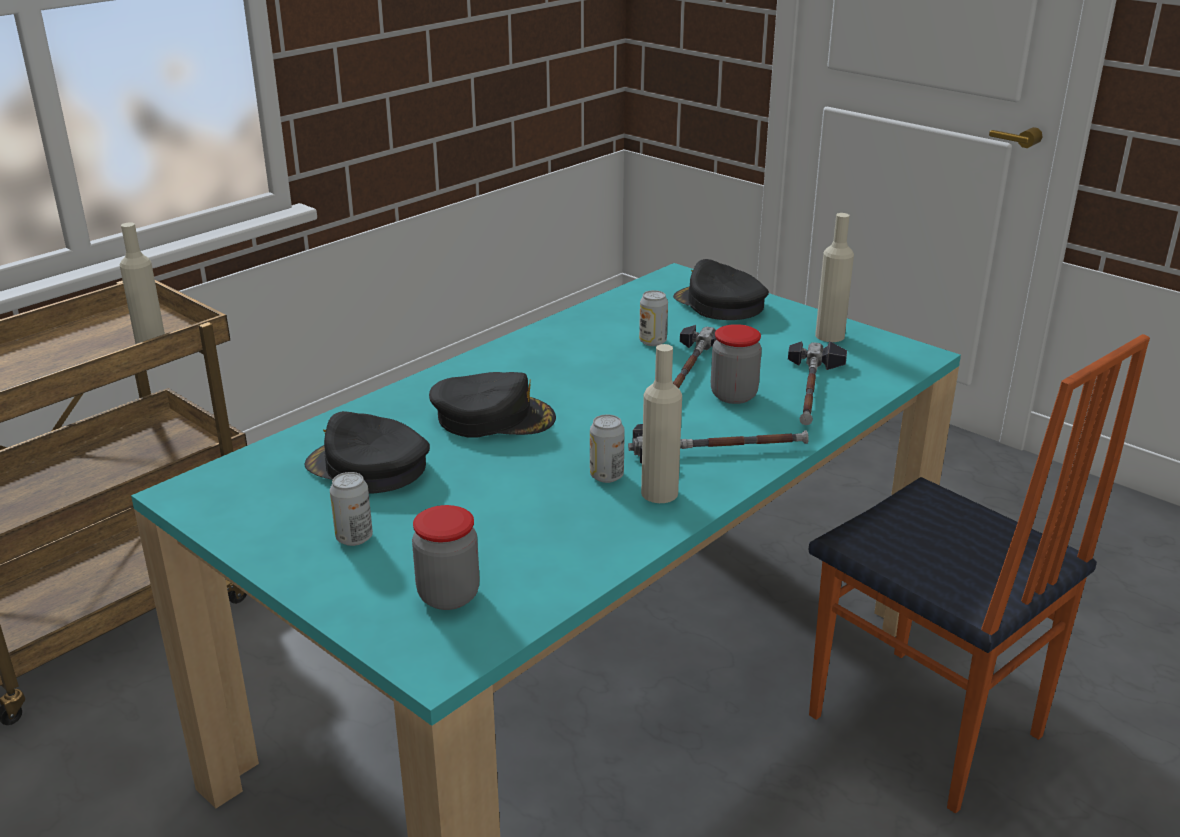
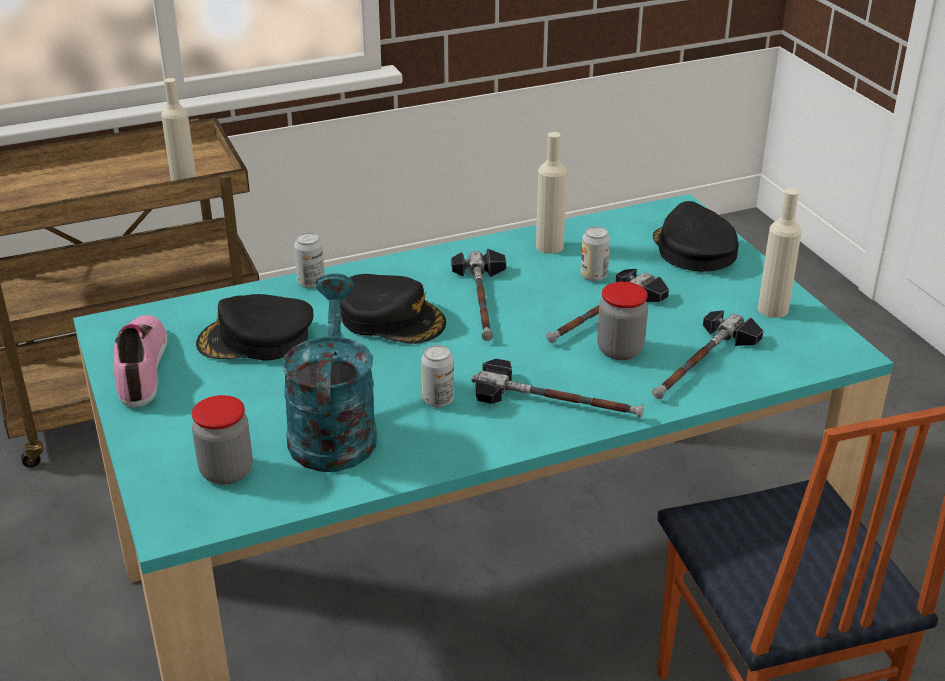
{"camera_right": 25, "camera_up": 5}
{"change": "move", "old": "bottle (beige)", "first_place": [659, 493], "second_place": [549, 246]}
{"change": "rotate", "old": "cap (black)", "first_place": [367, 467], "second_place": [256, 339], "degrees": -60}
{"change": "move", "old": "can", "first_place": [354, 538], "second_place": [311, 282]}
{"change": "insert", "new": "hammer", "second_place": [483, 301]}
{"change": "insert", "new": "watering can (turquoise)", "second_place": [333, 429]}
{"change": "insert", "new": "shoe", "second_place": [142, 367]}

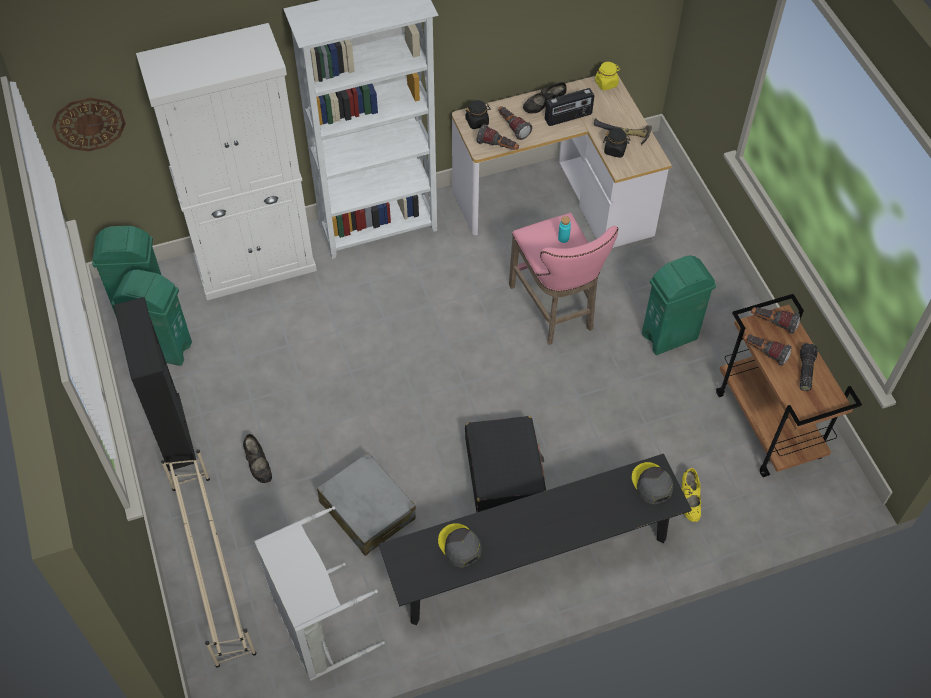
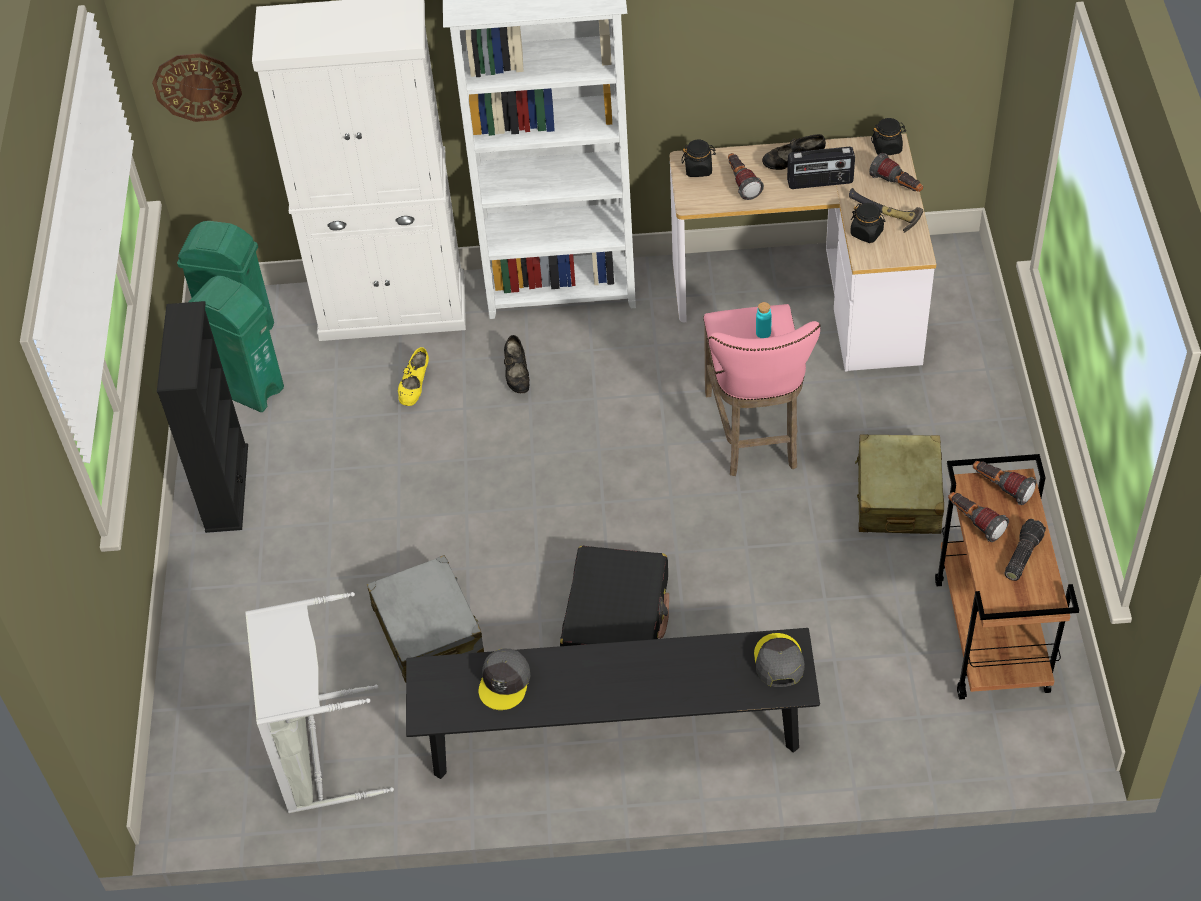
{"camera_right": 20, "camera_up": -5}
{"change": "recolor", "old": "jar (yellow)", "new": "jar (black)", "first_place": [606, 83], "second_place": [887, 147]}
{"change": "move", "old": "flashlight", "first_place": [498, 147], "second_place": [897, 185]}
{"change": "replace", "old": "trash can (green)", "new": "suitcase (beige)", "first_place": [670, 336], "second_place": [898, 497]}
{"change": "move", "old": "shoe (black)", "first_place": [258, 465], "second_place": [517, 376]}
{"change": "delete", "old": "shoe rack (beige)", "first_place": [213, 567]}
{"change": "move", "old": "shoe (yellow)", "first_place": [689, 501], "second_place": [415, 387]}
{"change": "rotate", "old": "cap (grey)", "first_place": [459, 546], "second_place": [505, 682], "degrees": -150}

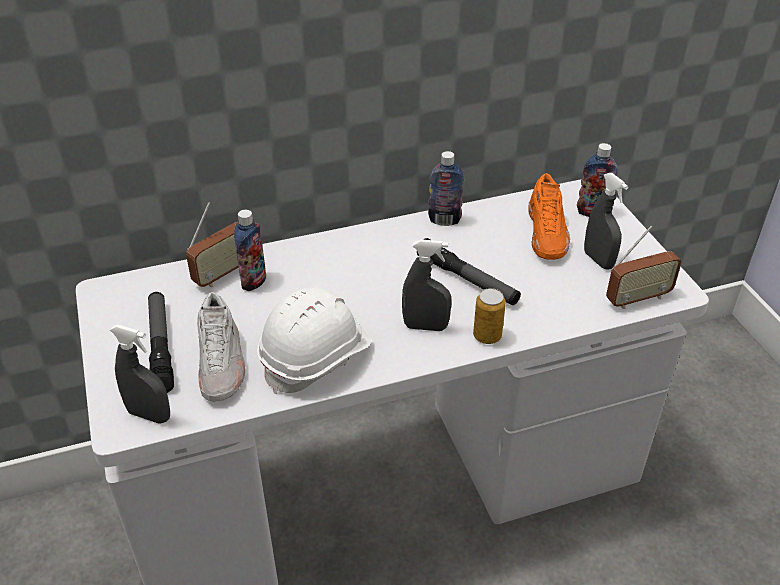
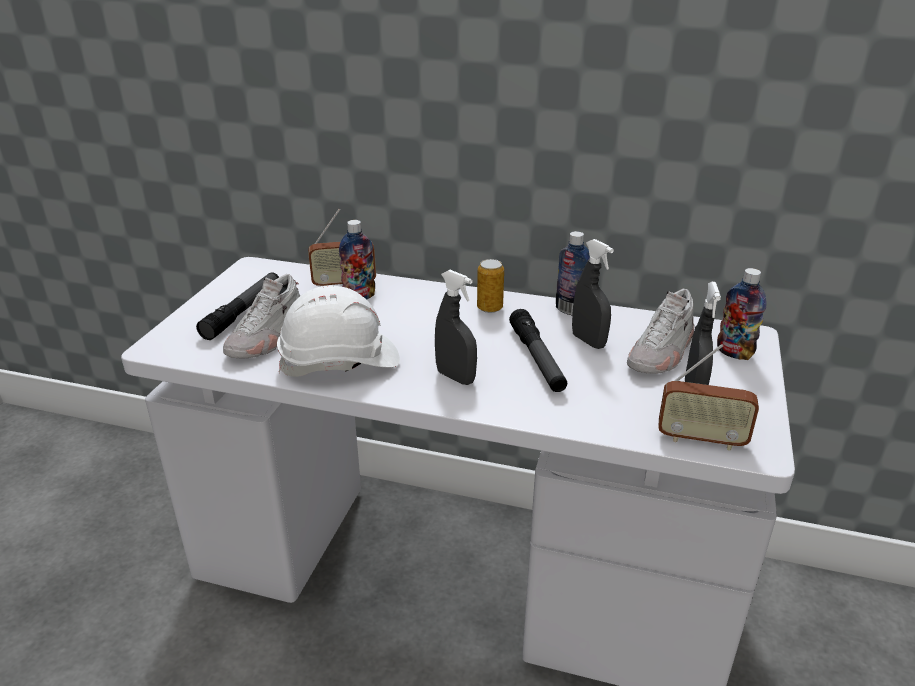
{"camera_right": 35, "camera_up": -10}
{"change": "recolor", "old": "shoe (orange)", "new": "shoe (white)", "first_place": [547, 234], "second_place": [661, 353]}
{"change": "move", "old": "can", "first_place": [487, 336], "second_place": [489, 308]}
{"change": "move", "old": "spray bottle (grey)", "first_place": [149, 415], "second_place": [588, 341]}

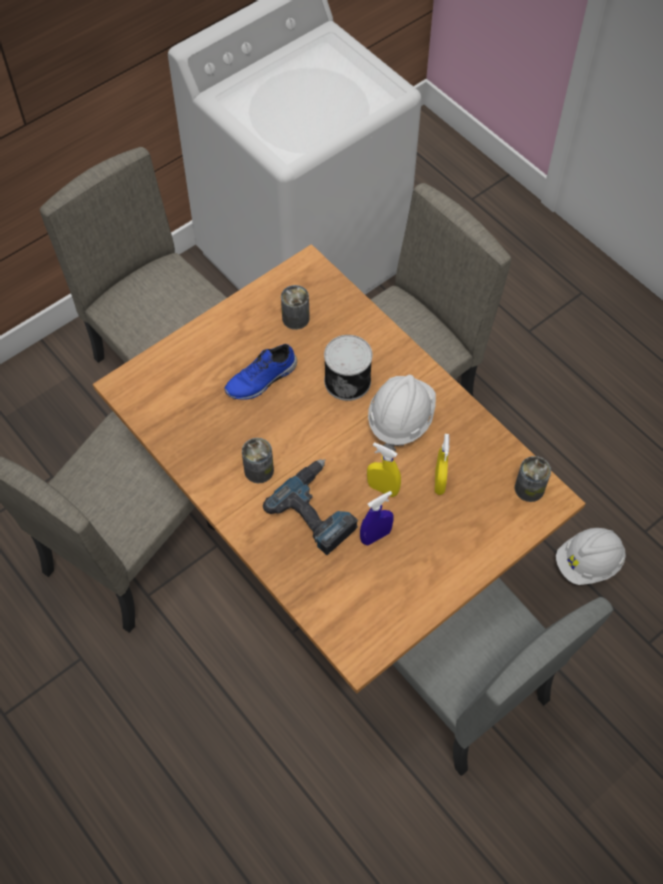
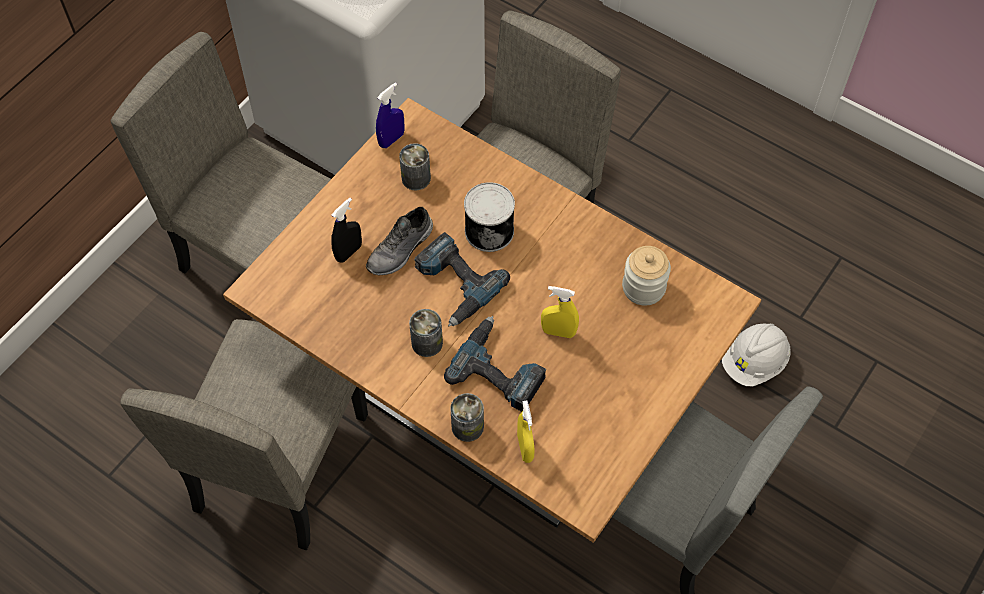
{"camera_right": -15, "camera_up": 0}
{"change": "recolor", "old": "shoe (blue)", "new": "shoe (grey)", "first_place": [262, 380], "second_place": [401, 250]}
{"change": "delete", "old": "hard hat (white)", "first_place": [400, 419]}
{"change": "move", "old": "spray bottle (yellow)", "first_place": [439, 482], "second_place": [525, 448]}
{"change": "move", "old": "can", "first_place": [529, 488], "second_place": [467, 426]}
{"change": "move", "old": "spray bottle (blue)", "first_place": [375, 536], "second_place": [391, 139]}
{"change": "insert", "new": "spray bottle (black)", "second_place": [348, 252]}
{"change": "insert", "new": "power drill", "second_place": [454, 284]}
{"change": "insert", "new": "jar", "second_place": [643, 287]}

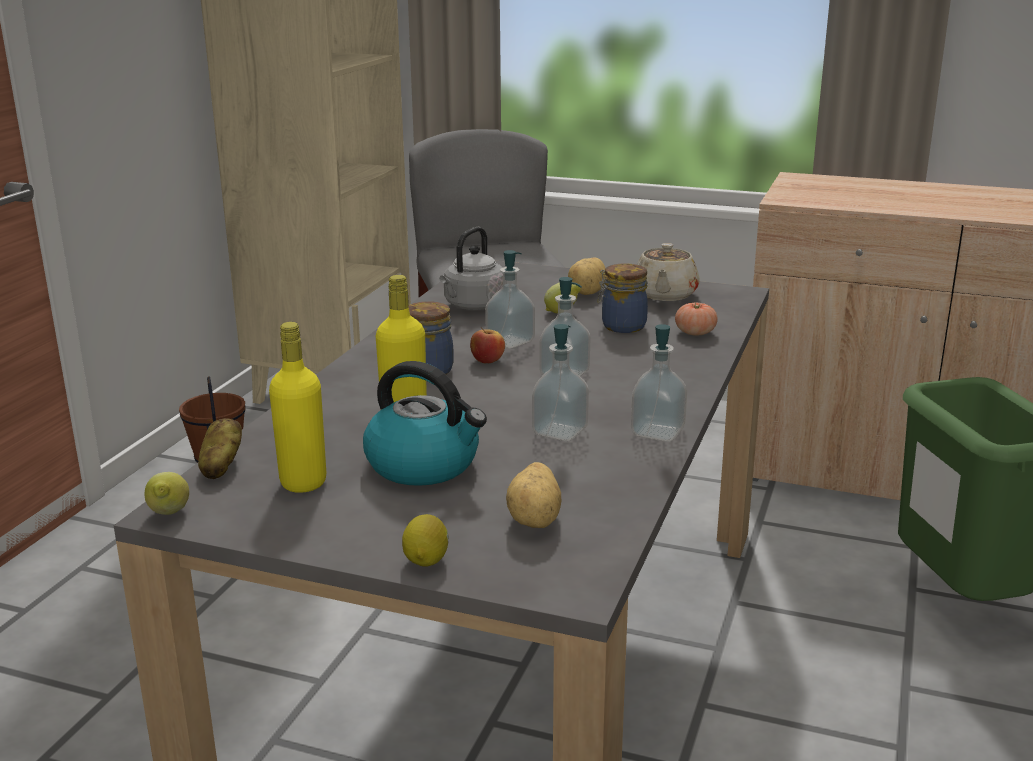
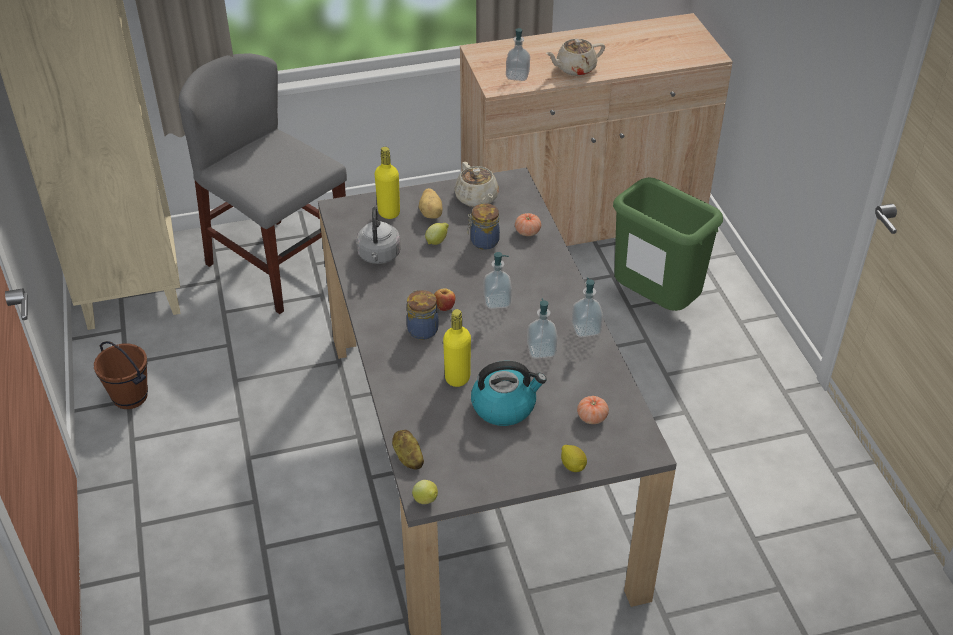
{"camera_right": -35, "camera_up": 20}
{"change": "move", "old": "soap dispenser", "first_place": [510, 342], "second_place": [517, 76]}
{"change": "move", "old": "bottle (yellow)", "first_place": [303, 482], "second_place": [389, 213]}
{"change": "replace", "old": "potato", "new": "tomato", "first_place": [536, 519], "second_place": [592, 417]}
{"change": "insert", "new": "teapot (beige)", "second_place": [575, 69]}

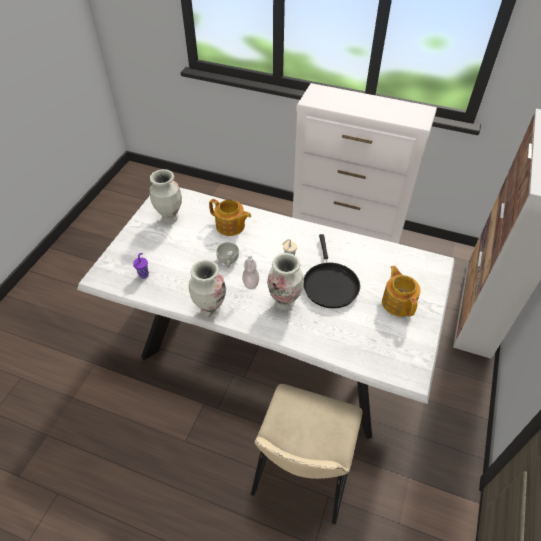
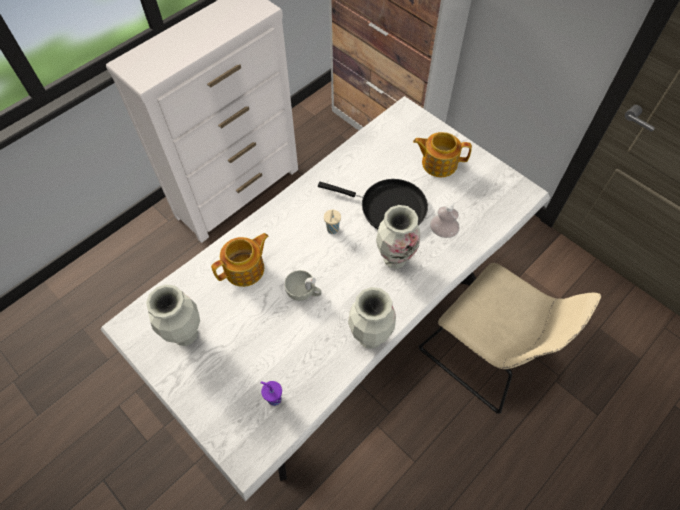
{"camera_right": -65, "camera_up": 10}
{"change": "move", "old": "soap dispenser", "first_place": [251, 283], "second_place": [442, 232]}

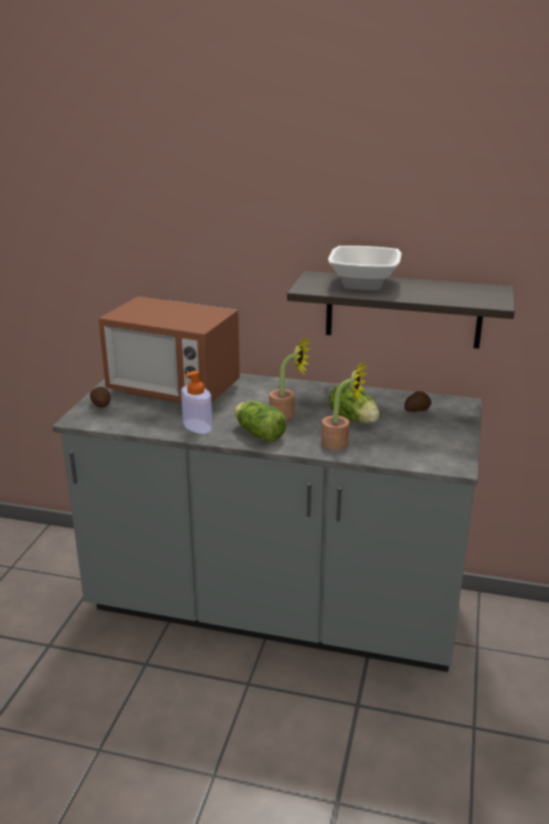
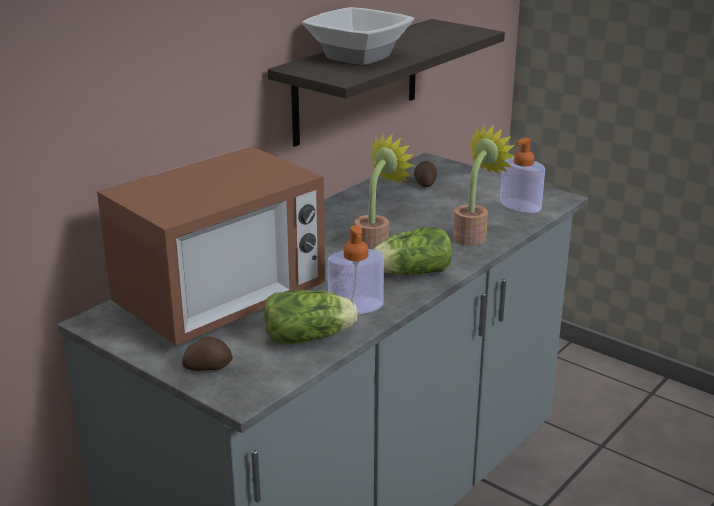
{"camera_right": -65, "camera_up": 0}
{"change": "move", "old": "lettuce", "first_place": [354, 419], "second_place": [311, 337]}
{"change": "insert", "new": "soap dispenser", "second_place": [520, 206]}

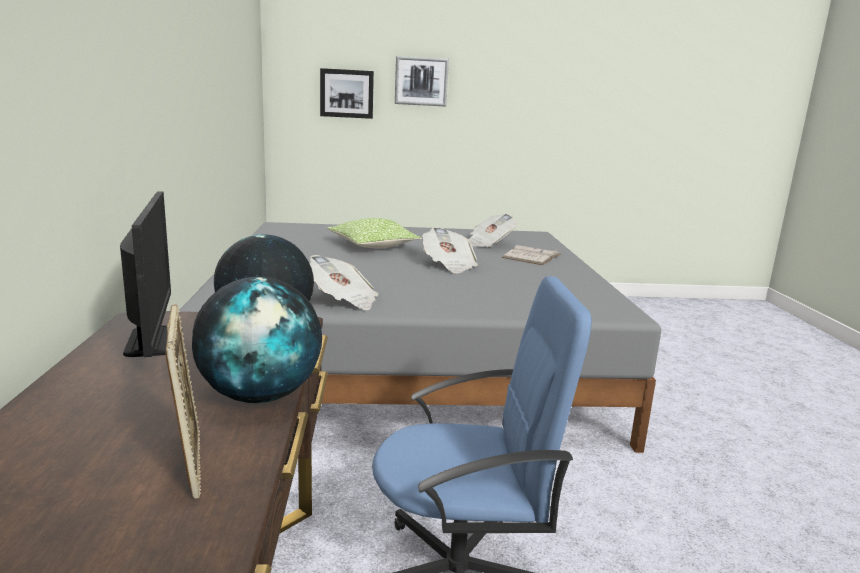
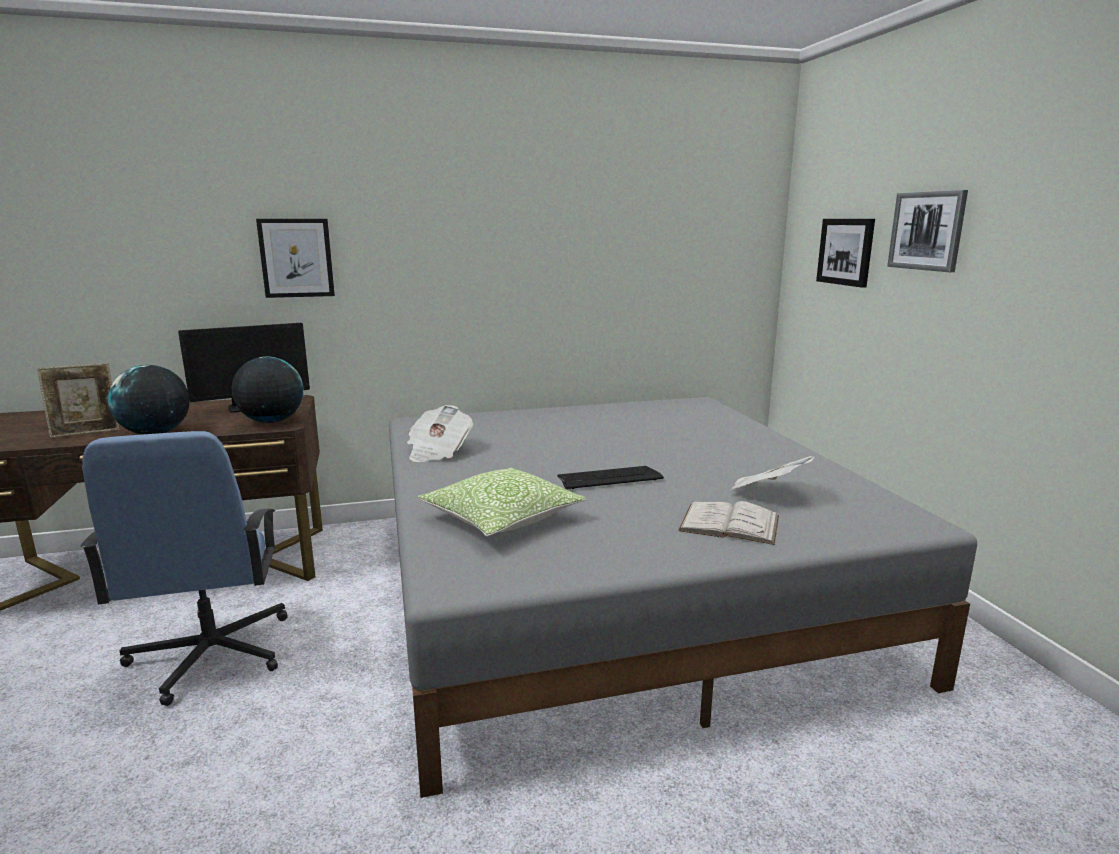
{"camera_right": 80, "camera_up": 0}
{"change": "move", "old": "pillow", "first_place": [373, 246], "second_place": [501, 518]}
{"change": "replace", "old": "newspaper", "new": "keyboard", "first_place": [449, 265], "second_place": [609, 478]}
{"change": "insert", "new": "picture", "second_place": [296, 258]}

